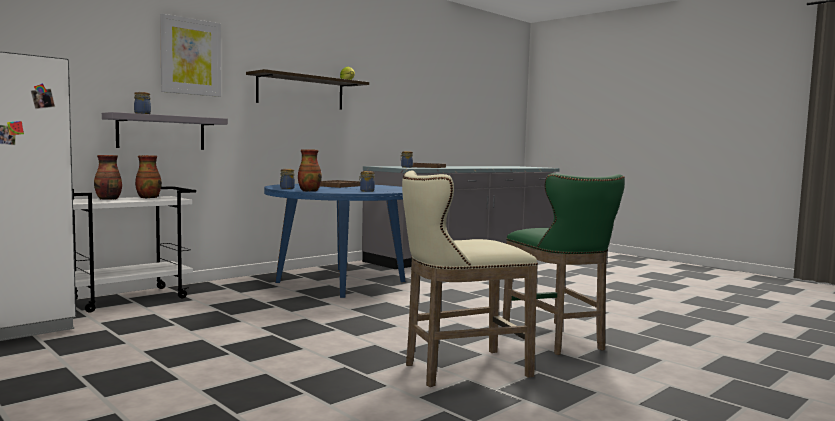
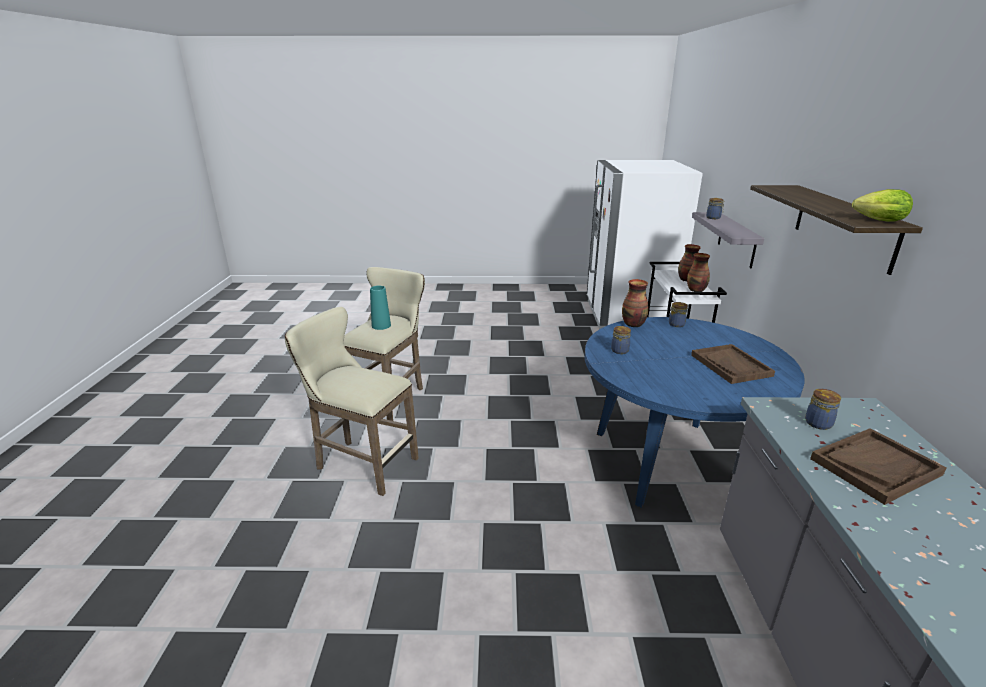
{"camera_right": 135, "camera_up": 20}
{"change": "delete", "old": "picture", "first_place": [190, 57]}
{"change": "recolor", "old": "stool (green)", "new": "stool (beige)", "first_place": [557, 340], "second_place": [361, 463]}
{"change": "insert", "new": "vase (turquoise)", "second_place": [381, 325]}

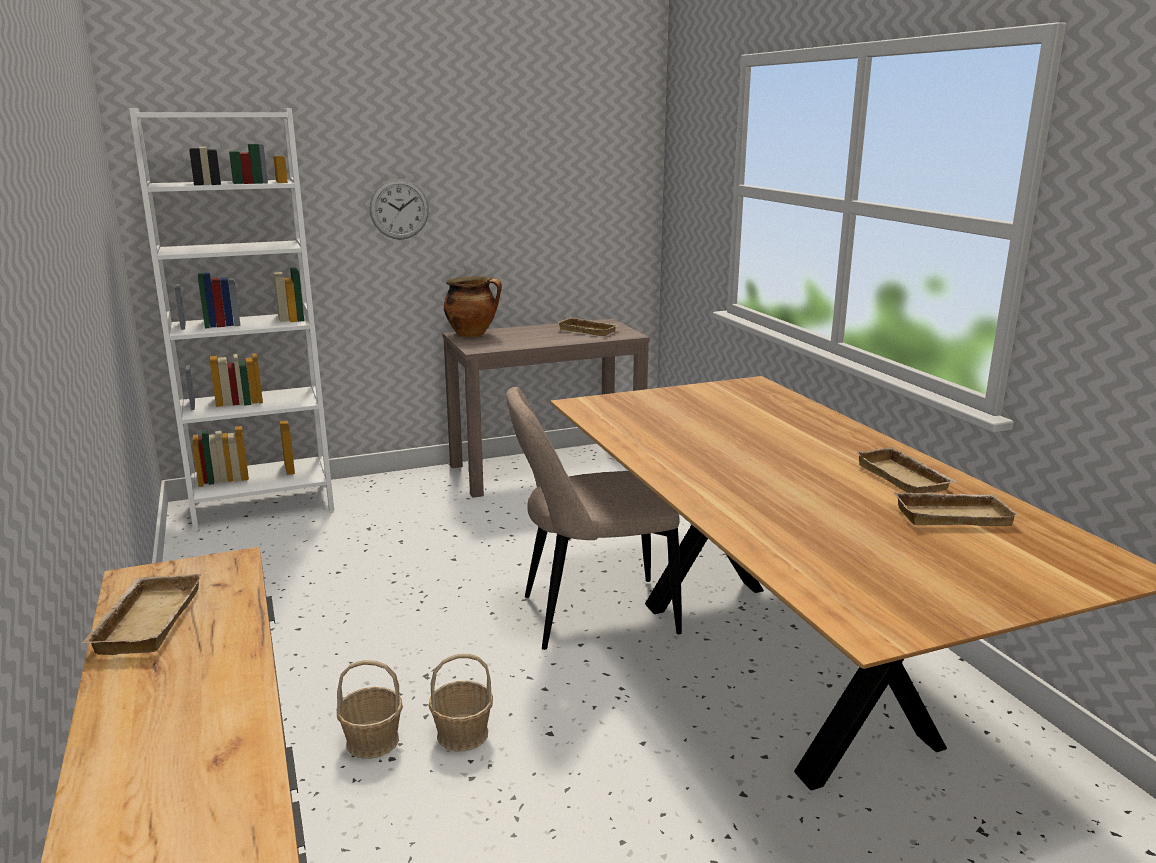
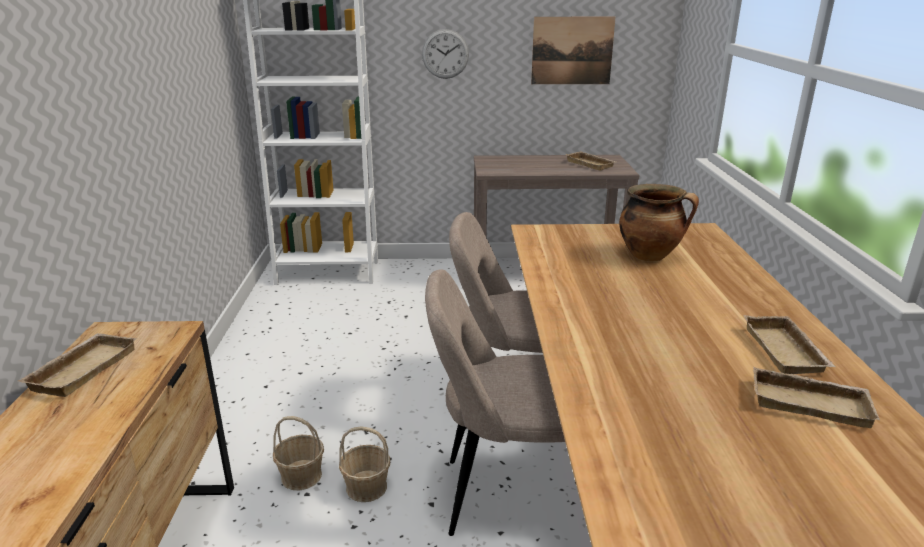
{"camera_right": 20, "camera_up": 5}
{"change": "move", "old": "cooking pot", "first_place": [473, 334], "second_place": [650, 256]}
{"change": "insert", "new": "picture", "second_place": [572, 51]}
{"change": "insert", "new": "chair (beige)", "second_place": [508, 496]}

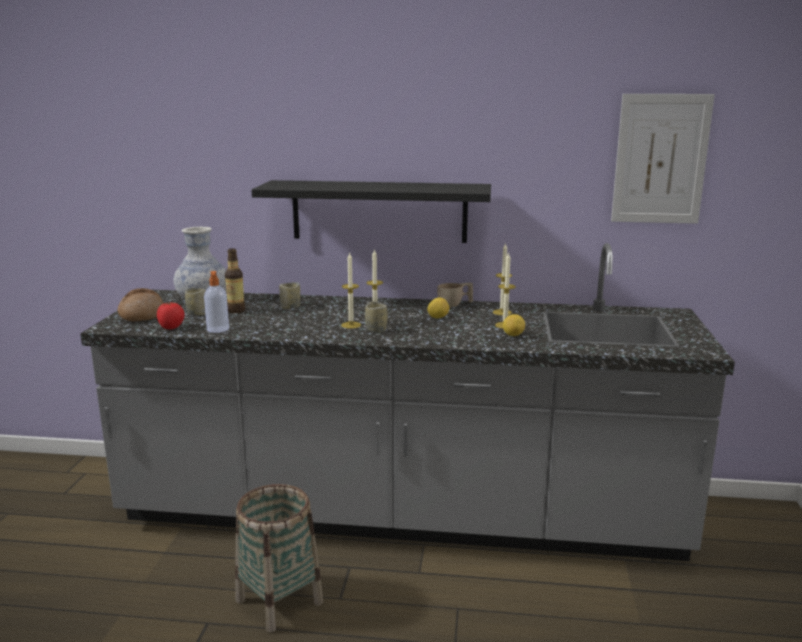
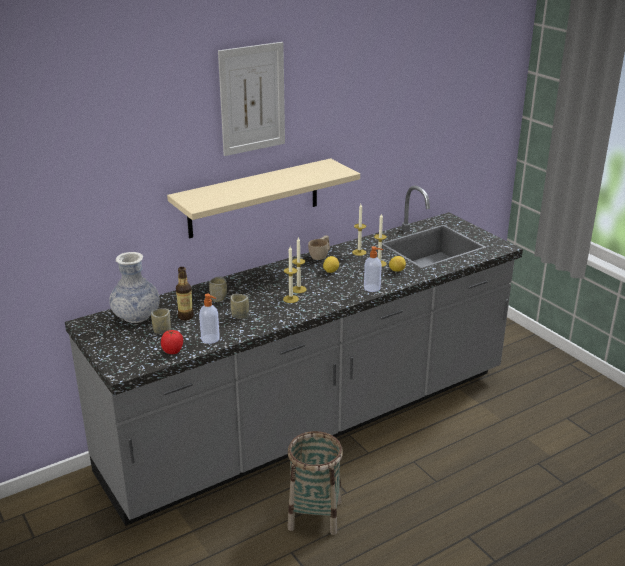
{"camera_right": -40, "camera_up": 10}
{"change": "move", "old": "picture", "first_place": [660, 159], "second_place": [252, 99]}
{"change": "recolor", "old": "shelf (black)", "new": "shelf (beige)", "first_place": [379, 211], "second_place": [254, 198]}
{"change": "delete", "old": "bread", "first_place": [142, 315]}
{"change": "move", "old": "cup", "first_place": [376, 330], "second_place": [240, 316]}
{"change": "insert", "new": "soap dispenser", "second_place": [372, 288]}

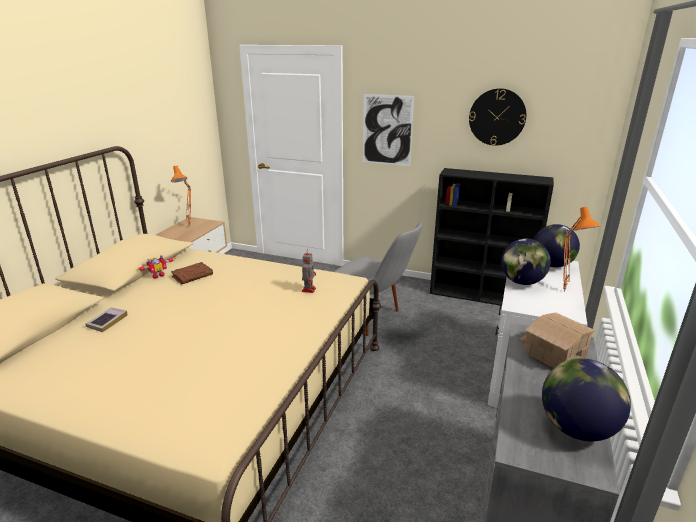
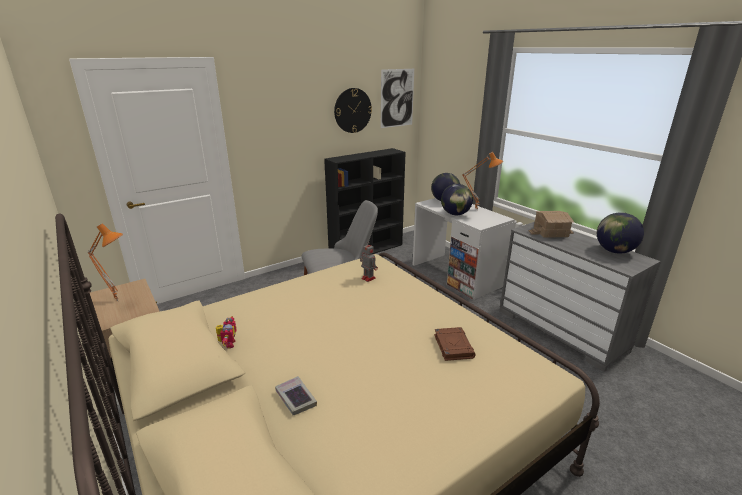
{"camera_right": -55, "camera_up": 0}
{"change": "move", "old": "picture", "first_place": [387, 130], "second_place": [397, 98]}
{"change": "move", "old": "book (brown)", "first_place": [192, 275], "second_place": [453, 346]}

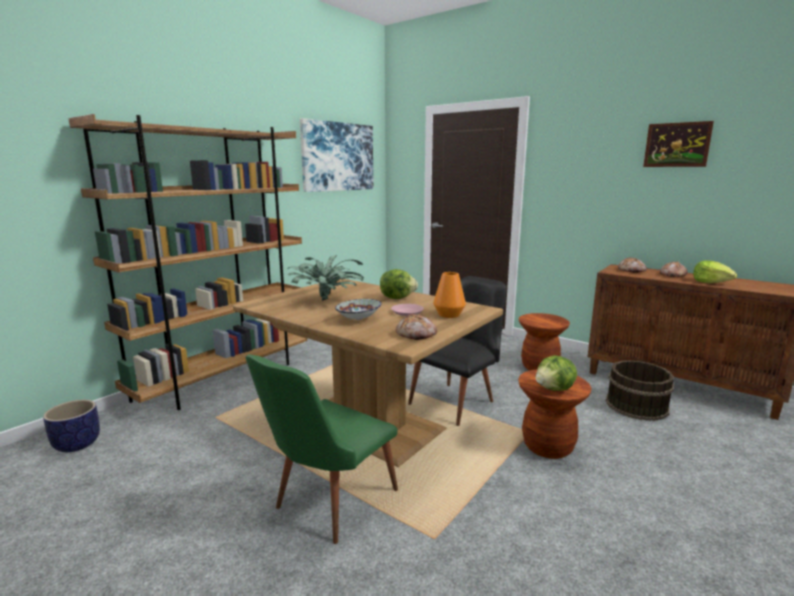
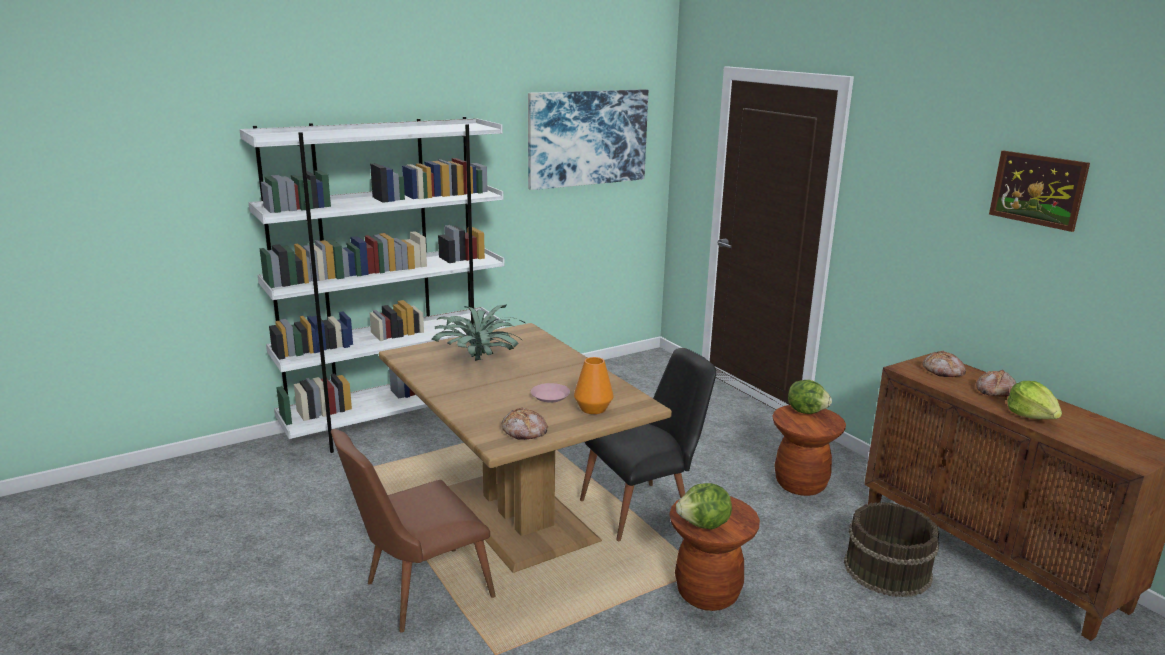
{"camera_right": 20, "camera_up": 5}
{"change": "recolor", "old": "bookcase (brown)", "new": "bookcase (white)", "first_place": [225, 378], "second_place": [397, 421]}
{"change": "move", "old": "lettuce", "first_place": [397, 298], "second_place": [806, 411]}
{"change": "delete", "old": "bowl", "first_place": [359, 319]}
{"change": "recolor", "old": "chair (green)", "new": "chair (brown)", "first_place": [327, 504], "second_place": [416, 592]}
{"change": "delete", "old": "planter", "first_place": [77, 444]}

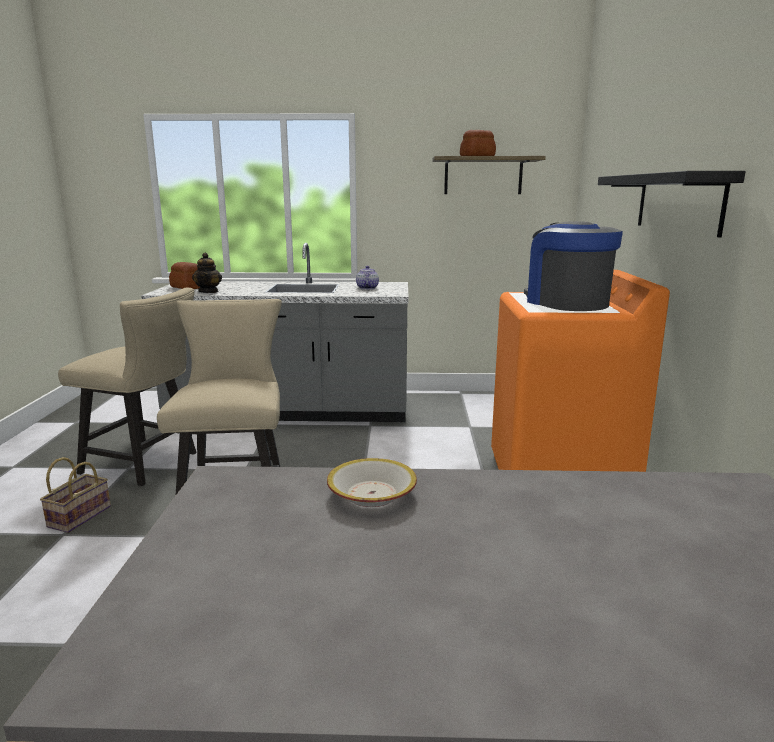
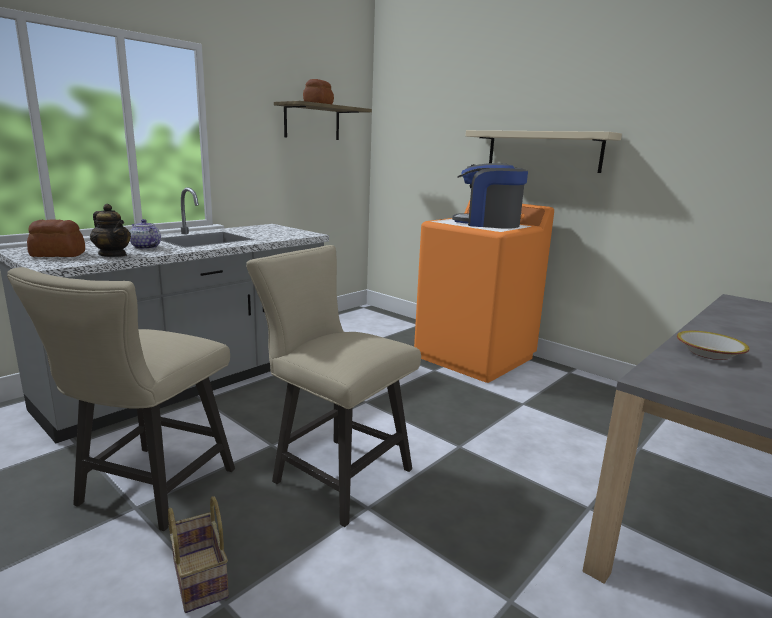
{"camera_right": -50, "camera_up": 0}
{"change": "recolor", "old": "shelf (black)", "new": "shelf (beige)", "first_place": [678, 202], "second_place": [543, 151]}
{"change": "move", "old": "teapot", "first_place": [367, 288], "second_place": [145, 247]}
{"change": "rotate", "old": "chair (beige)", "first_place": [146, 463], "second_place": [149, 492], "degrees": 135}

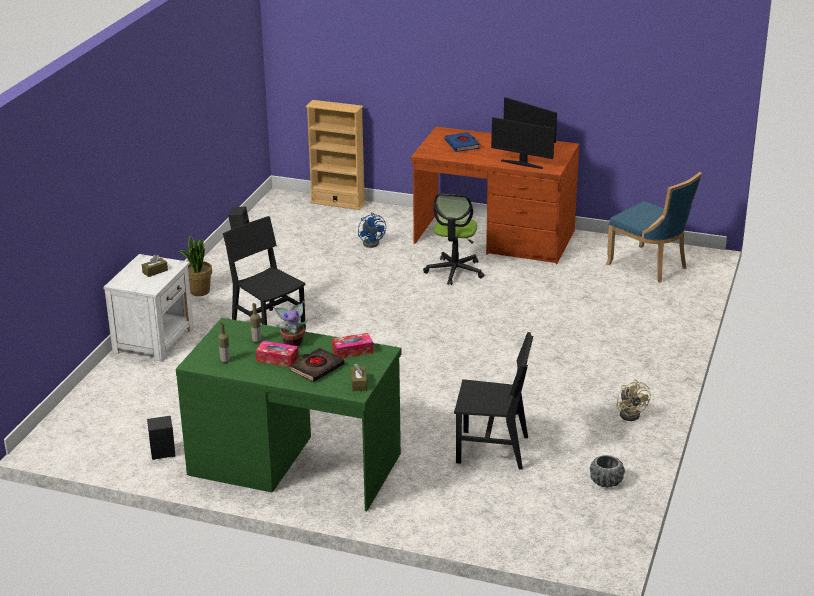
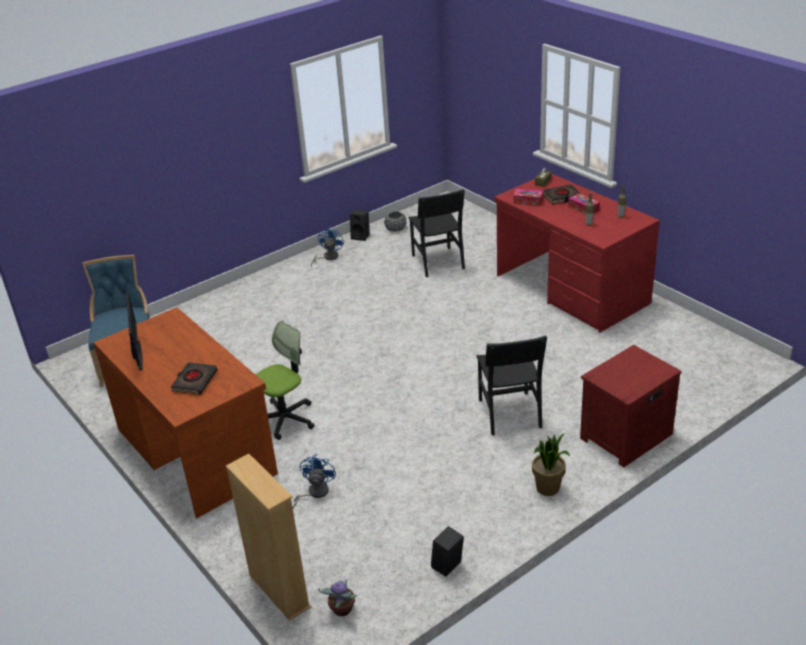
{"camera_right": -145, "camera_up": 5}
{"change": "delete", "old": "monitor", "first_place": [522, 164]}
{"change": "recolor", "old": "book (blue)", "new": "book (black)", "first_place": [462, 145], "second_place": [194, 381]}
{"change": "recolor", "old": "nightstand (white)", "new": "nightstand (red)", "first_place": [155, 339], "second_place": [624, 436]}
{"change": "delete", "old": "tissue box (brown)", "first_place": [155, 271]}
{"change": "move", "old": "potted plant", "first_place": [293, 342], "second_place": [342, 610]}
{"change": "recolor", "old": "desk (green)", "new": "desk (red)", "first_place": [294, 463], "second_place": [571, 290]}
{"change": "rotate", "old": "chair (black)", "first_place": [492, 450], "second_place": [437, 262], "degrees": -150}
{"change": "recolor", "old": "fan (beige)", "new": "fan (blue)", "first_place": [631, 413], "second_place": [328, 257]}
{"change": "move", "old": "speaker (black)", "first_place": [162, 455], "second_place": [361, 236]}

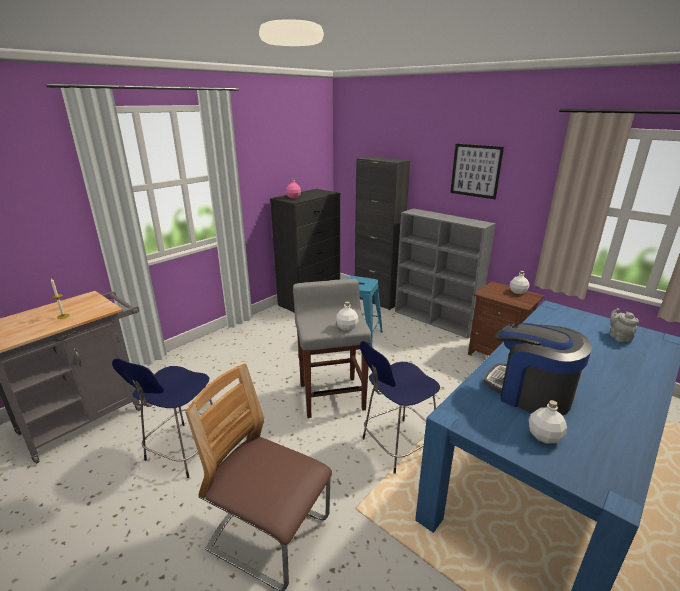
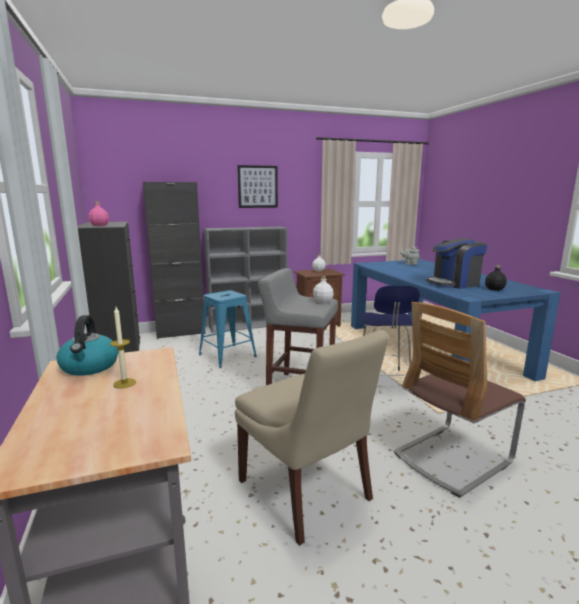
{"camera_right": -60, "camera_up": -10}
{"change": "replace", "old": "stool (blue)", "new": "chair (beige)", "first_place": [183, 451], "second_place": [306, 492]}
{"change": "recolor", "old": "bottle (white)", "new": "bottle (black)", "first_place": [543, 436], "second_place": [494, 289]}
{"change": "insert", "new": "kettle", "second_place": [89, 367]}

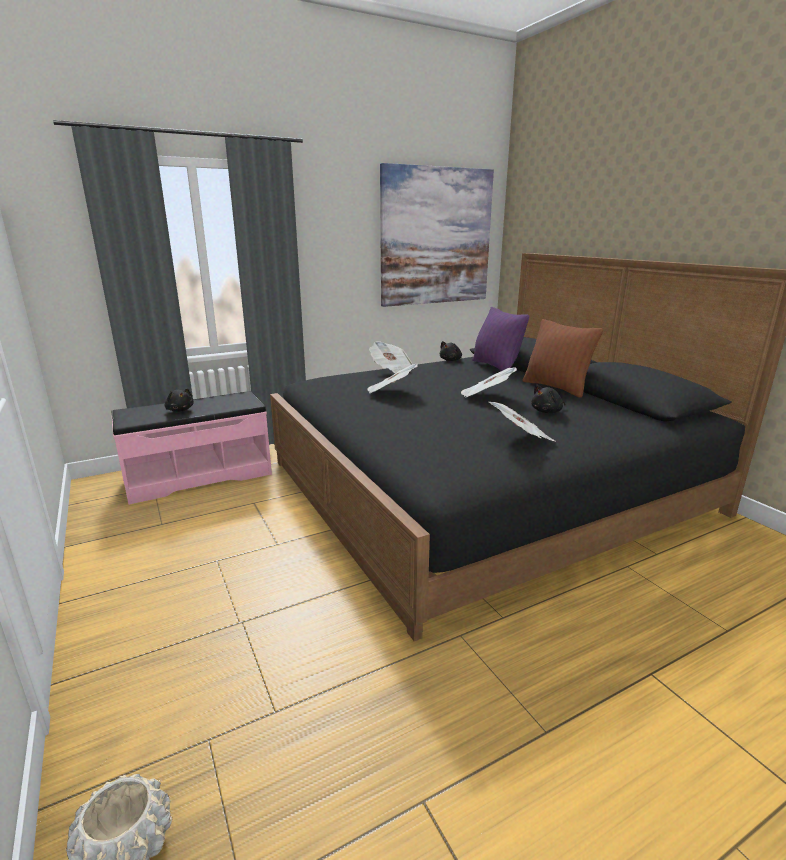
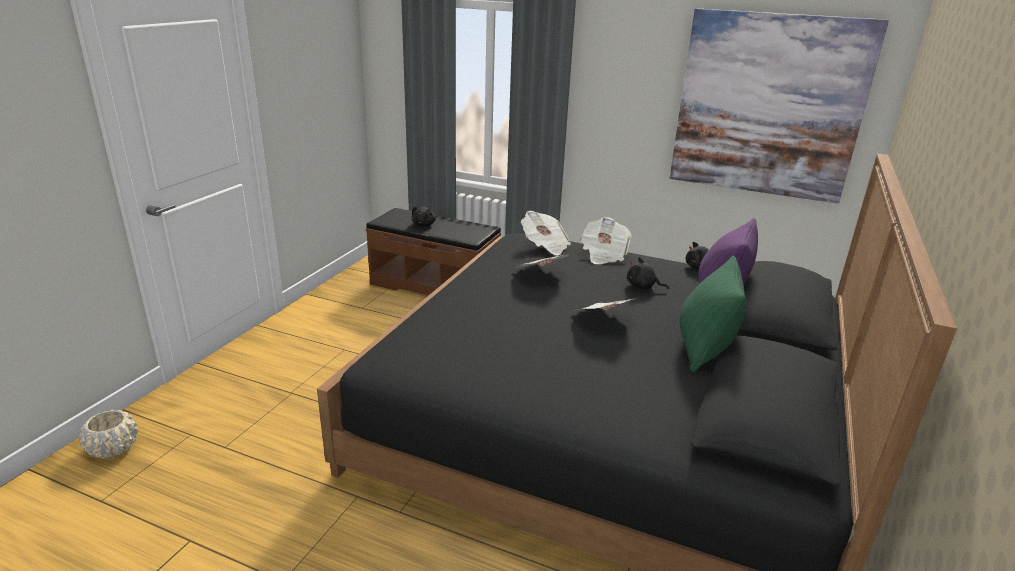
{"camera_right": 50, "camera_up": 5}
{"change": "recolor", "old": "pillow (brown)", "new": "pillow (green)", "first_place": [556, 388], "second_place": [704, 349]}
{"change": "move", "old": "plush toy (black)", "first_place": [547, 411], "second_place": [643, 287]}
{"change": "recolor", "old": "bench (pink)", "new": "bench (brown)", "first_place": [199, 476], "second_place": [435, 285]}
{"change": "move", "old": "newspaper", "first_place": [520, 438], "second_place": [545, 245]}

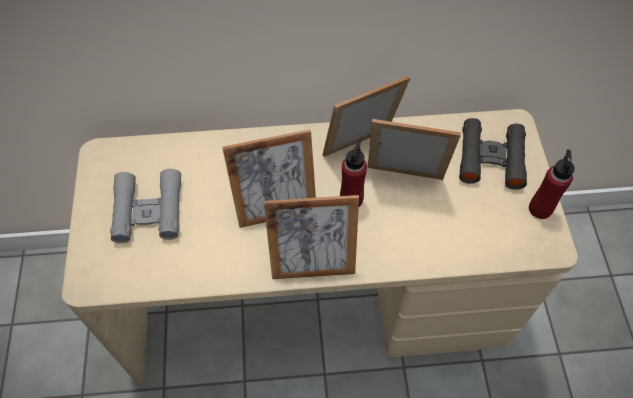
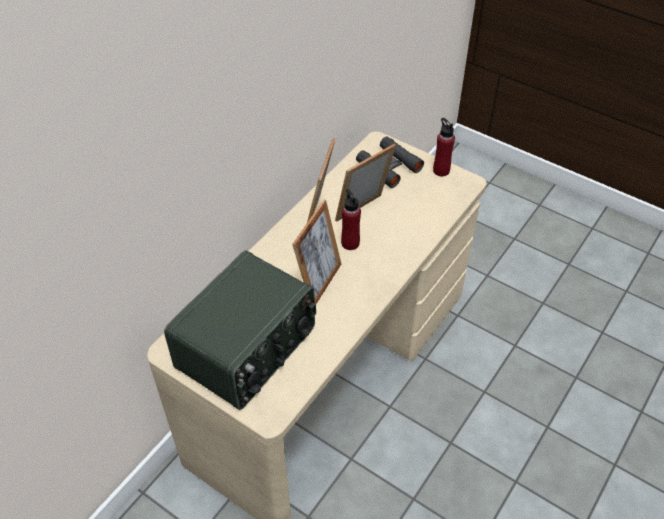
{"camera_right": -50, "camera_up": -10}
{"change": "replace", "old": "binoculars (grey)", "new": "radio", "first_place": [148, 211], "second_place": [248, 349]}
{"change": "delete", "old": "picture frame", "first_place": [312, 265]}

